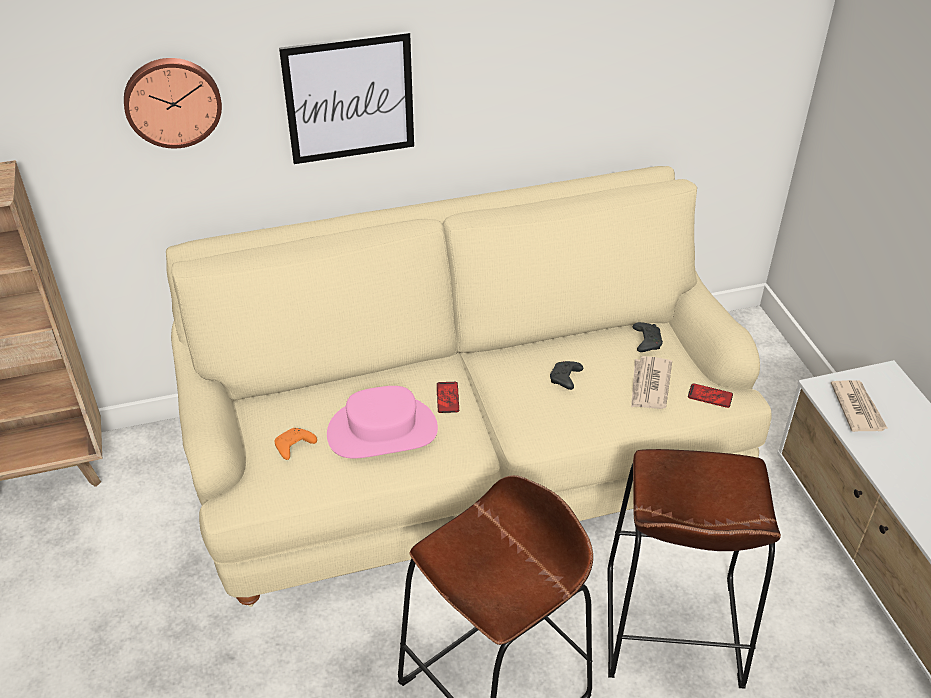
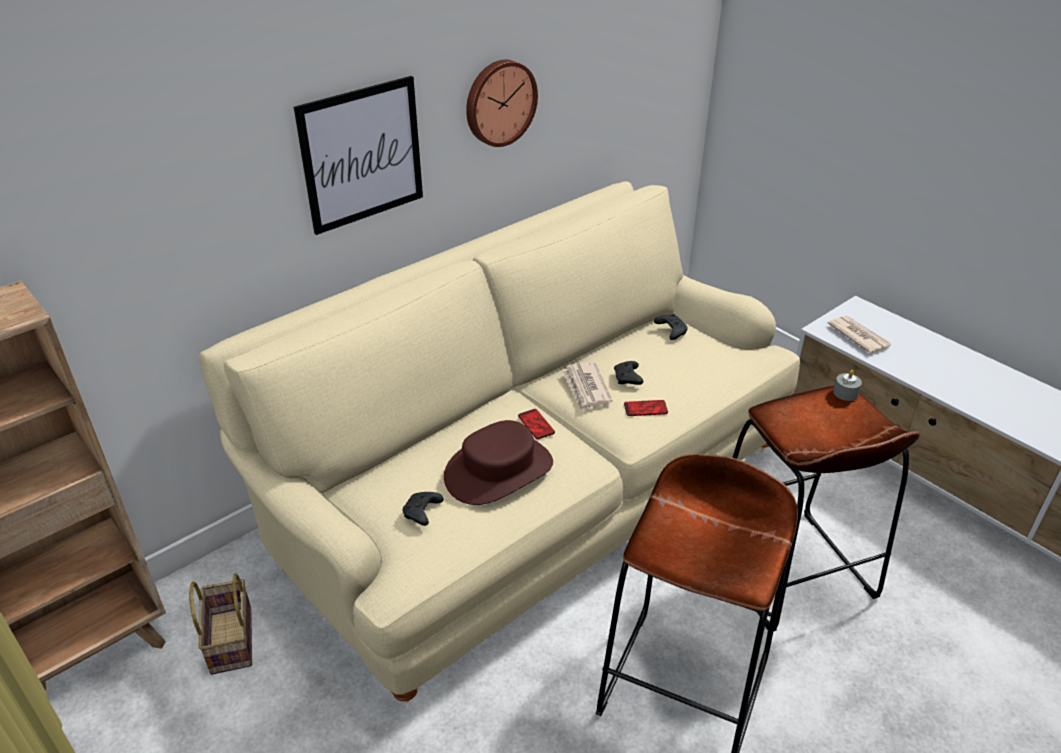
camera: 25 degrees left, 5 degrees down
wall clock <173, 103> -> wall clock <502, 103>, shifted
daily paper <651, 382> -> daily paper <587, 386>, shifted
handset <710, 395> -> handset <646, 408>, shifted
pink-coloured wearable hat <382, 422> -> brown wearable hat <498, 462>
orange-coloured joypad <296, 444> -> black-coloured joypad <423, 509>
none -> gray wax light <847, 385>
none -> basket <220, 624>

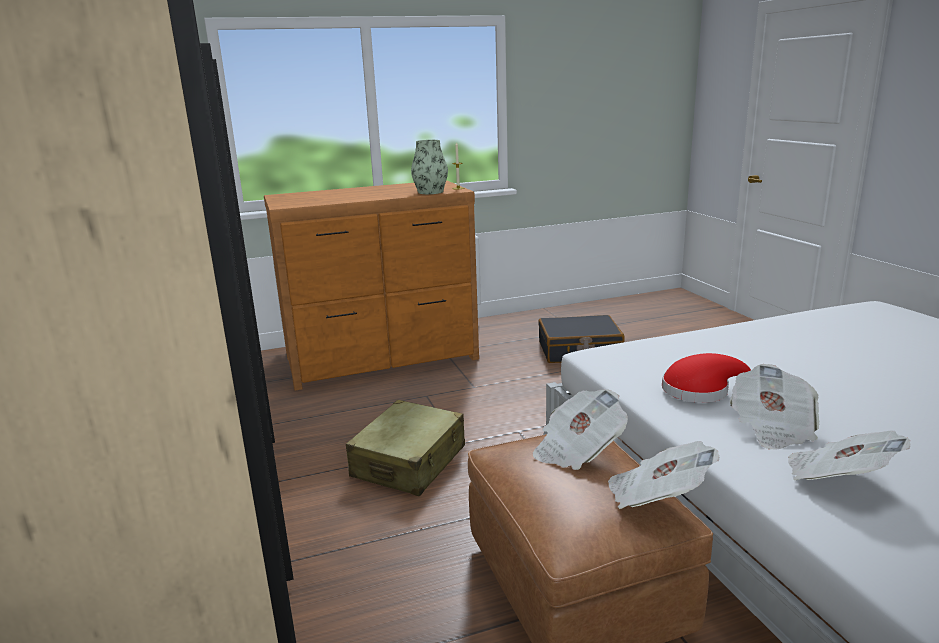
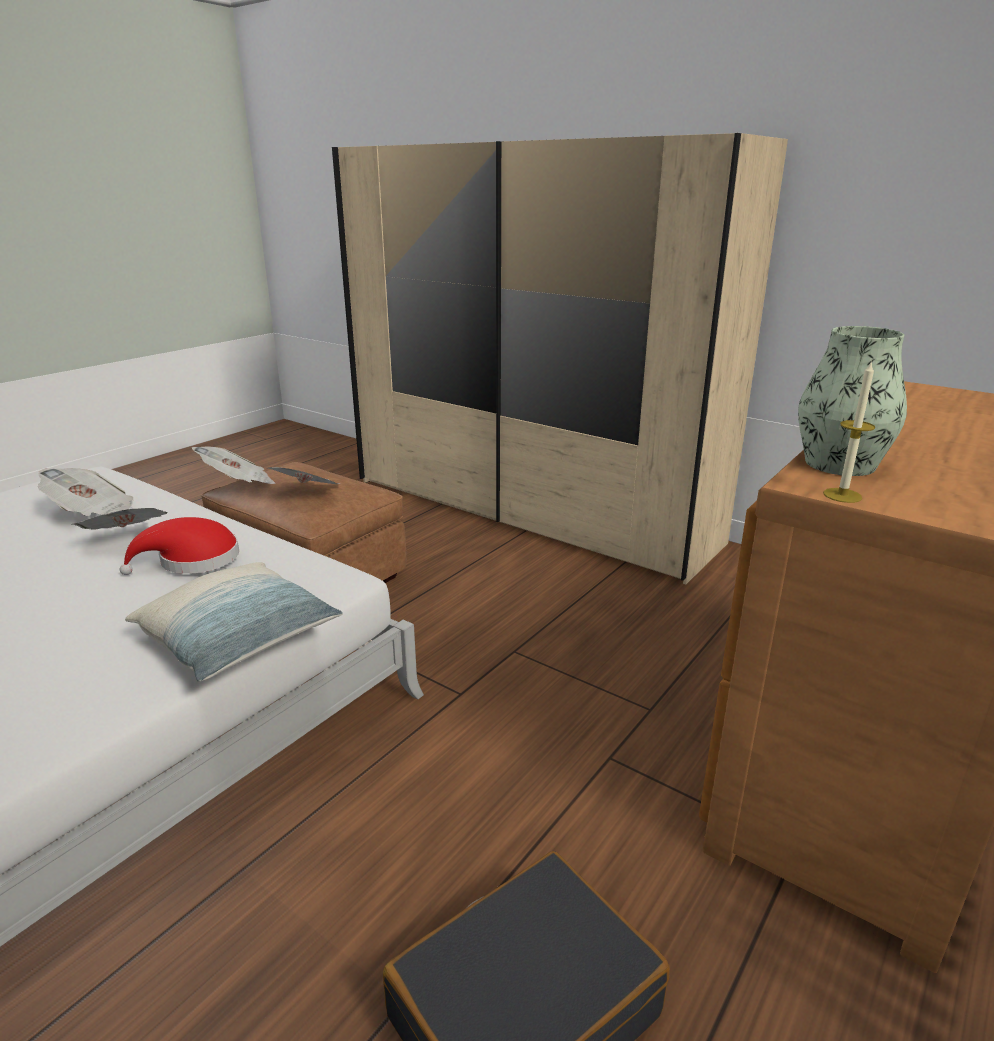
camera: 145 degrees right, 5 degrees up
sand-coloured travel case <405, 448> -> none
none -> pillow <234, 622>

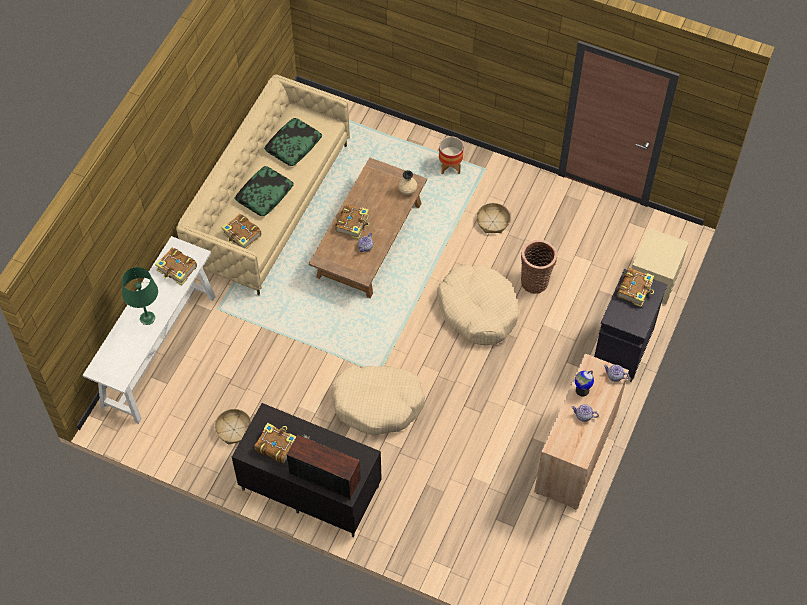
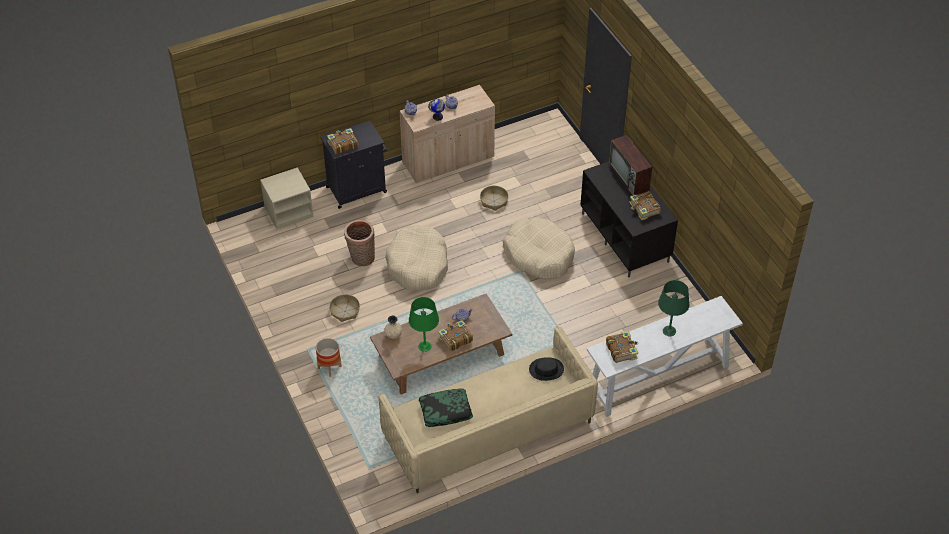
camera: 140 degrees left, 10 degrees down
pillow <264, 191> -> none
book <241, 231> -> black-coloured wearable hat <546, 369>
basket <232, 427> -> basket <494, 198>, shifted
none -> green-coloured tabletop lamp <424, 324>

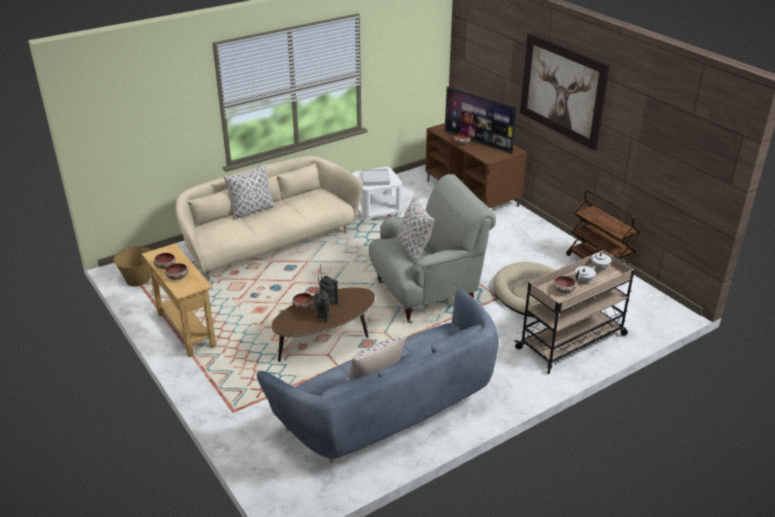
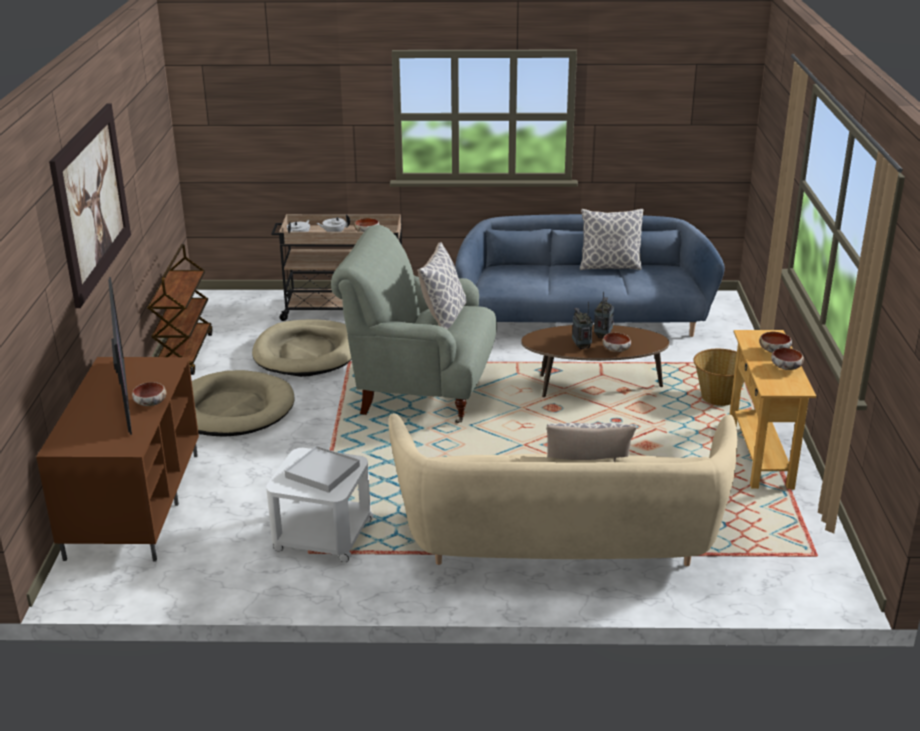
camera: 145 degrees left, 5 degrees down
basket <132, 266> -> basket <719, 377>, shifted
none -> sand-coloured pet bed <243, 403>

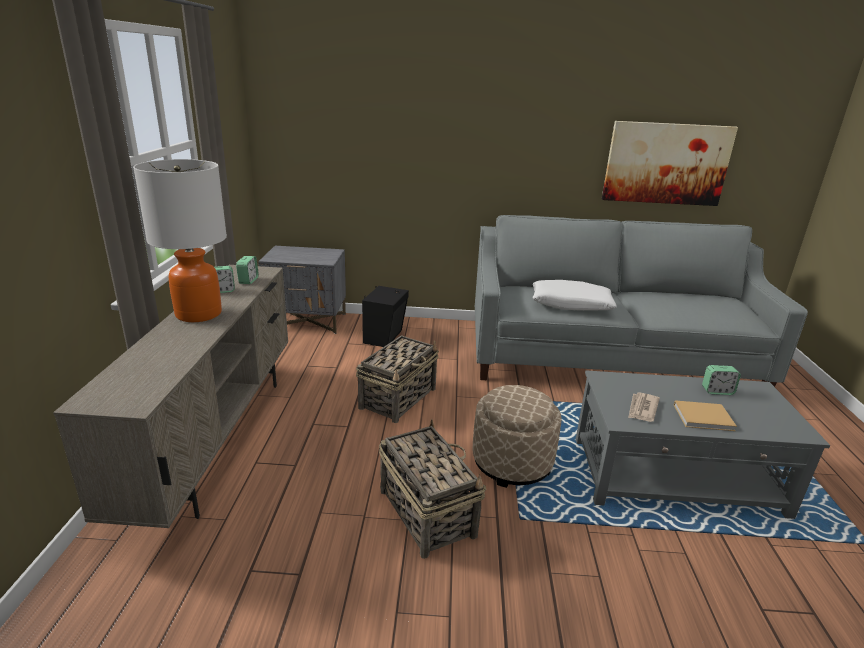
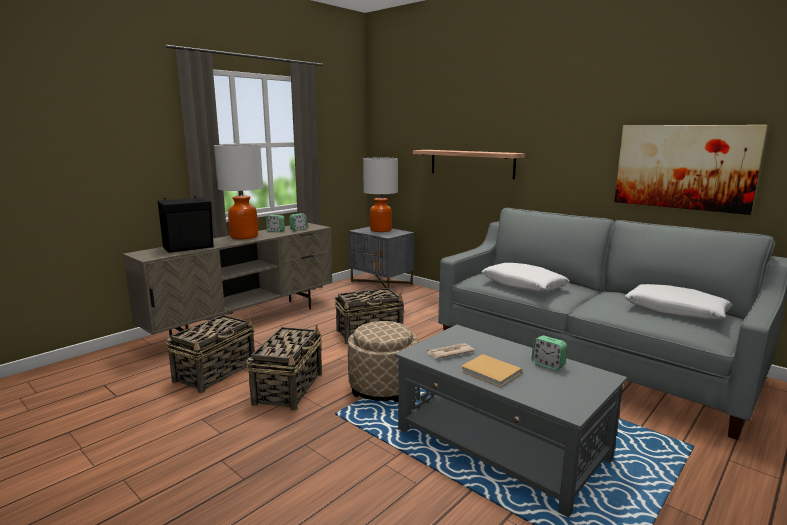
camera: 40 degrees right, 10 degrees down
black-coloured loudspeaker <385, 316> -> black-coloured loudspeaker <185, 224>, shifted
none -> wall shelf <469, 164>
none -> tabletop lamp <380, 195>
none -> whitish pillow <678, 302>
none -> basket <210, 354>

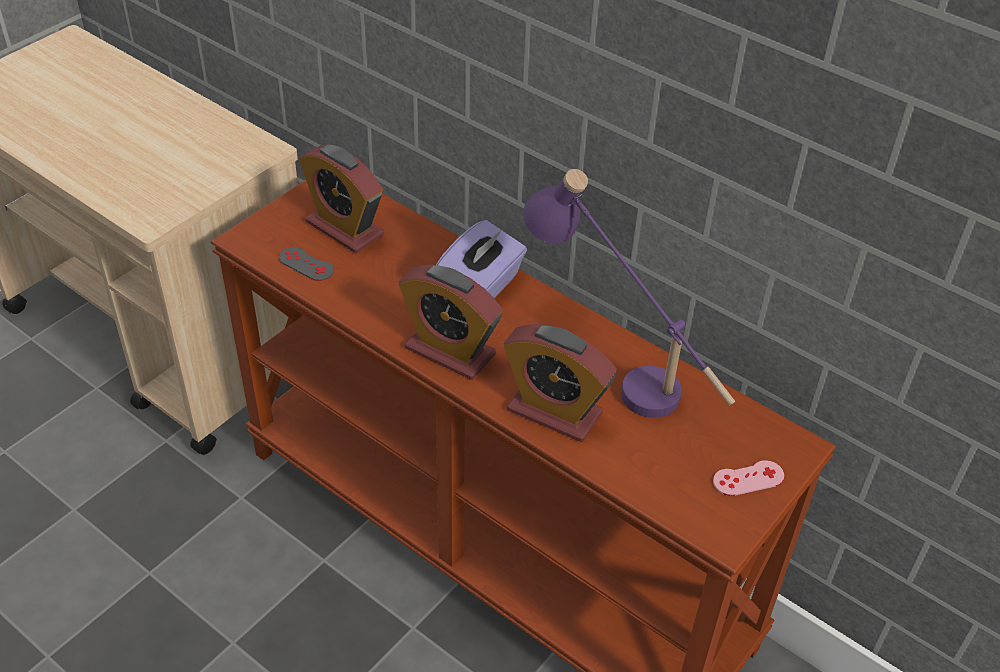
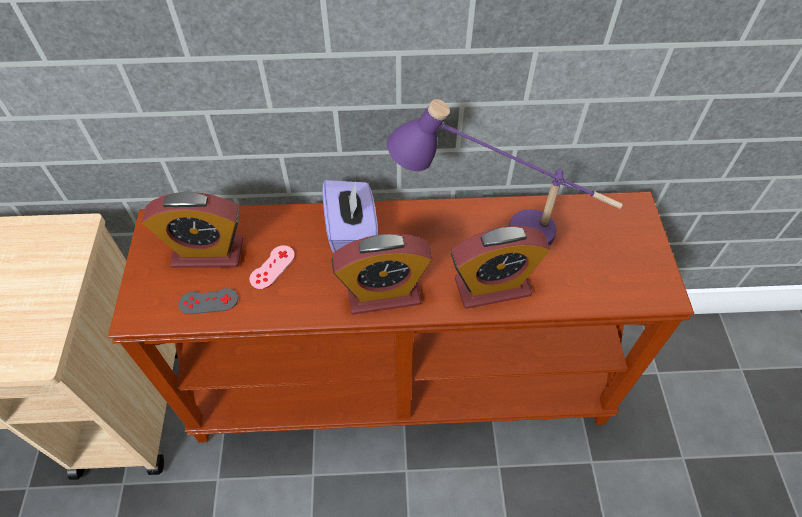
camera: 40 degrees left, 10 degrees up
pink-coloured joypad <748, 478> -> pink-coloured joypad <272, 267>, shifted

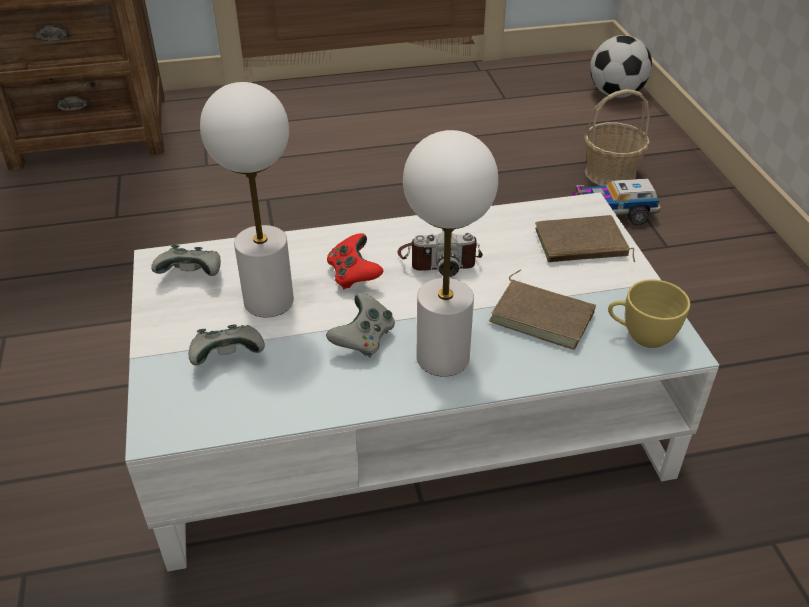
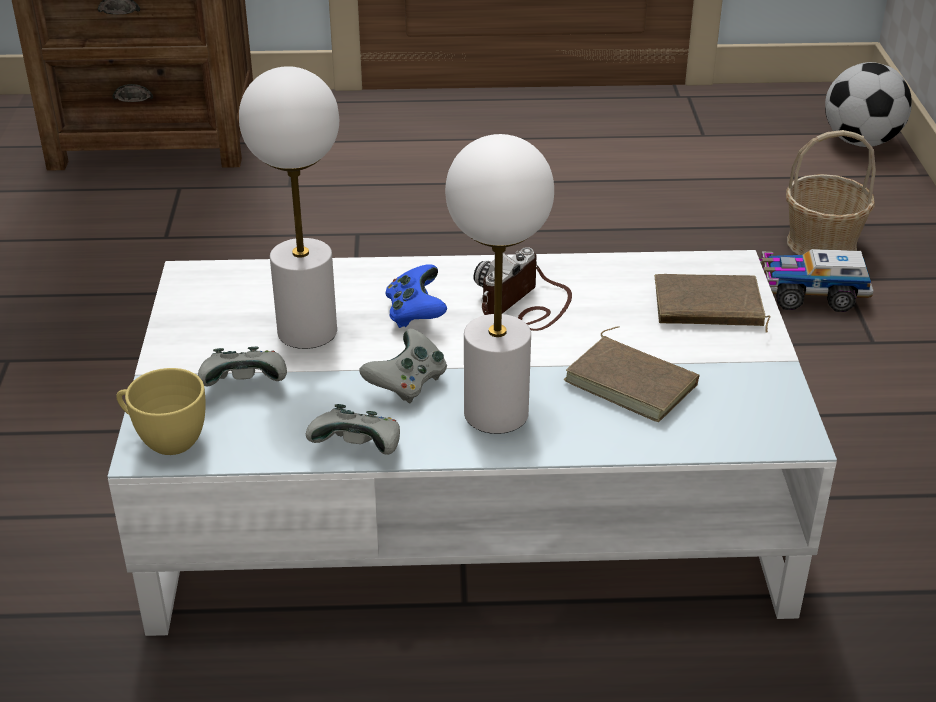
camera: 10 degrees right, 5 degrees down
photo camera <440, 254> -> photo camera <523, 289>, 120 degrees clockwise
red-coloured joypad <355, 261> -> blue joypad <416, 296>
gray joypad <186, 260> -> gray joypad <353, 429>, shifted
yellow drinking cup <649, 314> -> yellow drinking cup <161, 411>, shifted

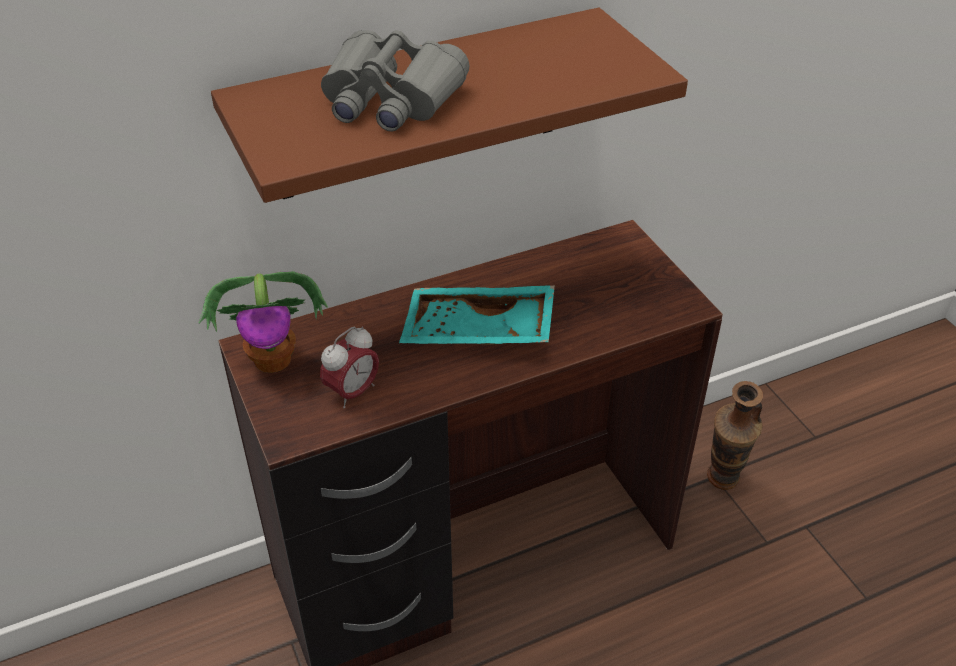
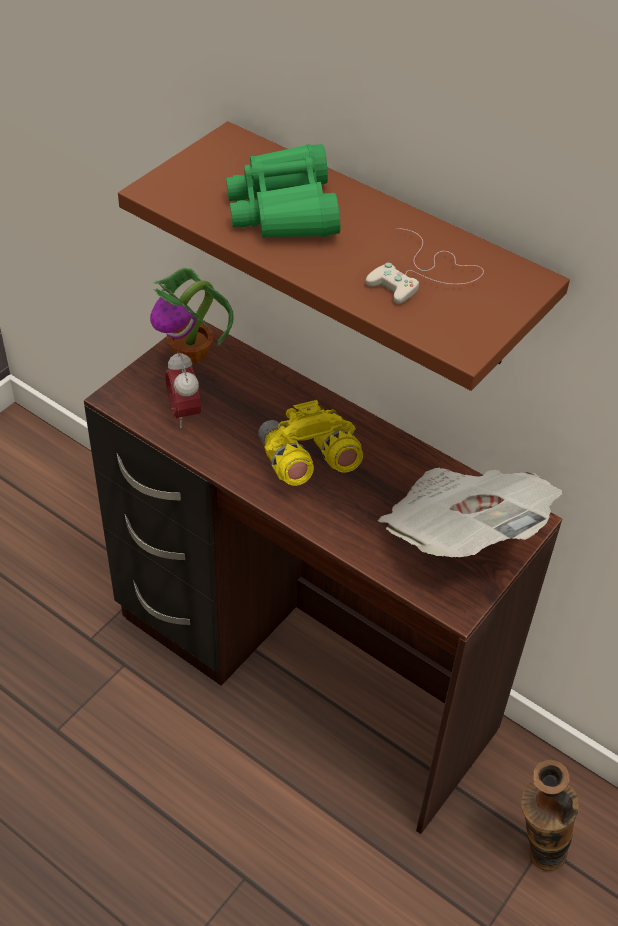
camera: 60 degrees right, 5 degrees up
gray binoculars <395, 80> -> green-coloured binoculars <283, 191>
blue-green carrying tray <477, 315> -> yellow binoculars <310, 443>
bedside clock <349, 367> -> bedside clock <183, 389>, 60 degrees clockwise
none -> whitish joypad <425, 266>
none -> daily paper <469, 512>

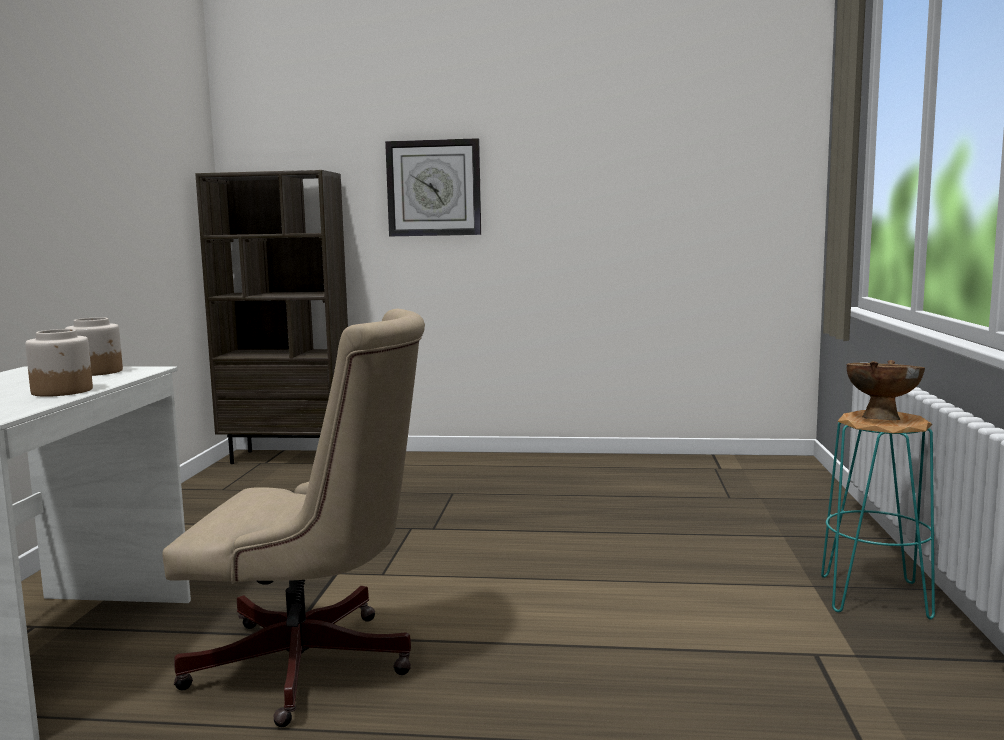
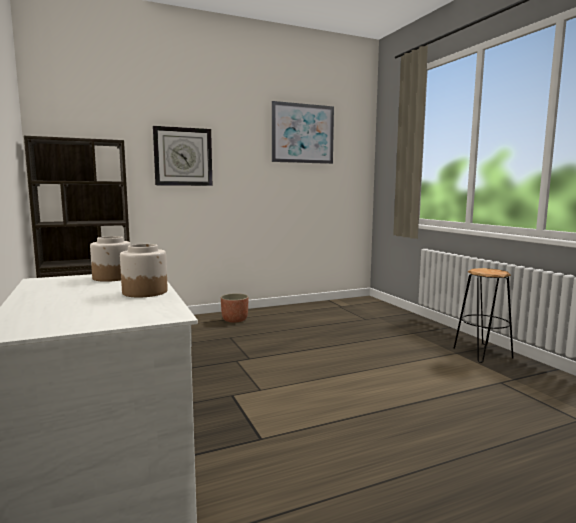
camera: 30 degrees left, 0 degrees up
sand-coloured office chair <293, 518> -> none
brown bowl <886, 390> -> none
blue-green stool <878, 515> -> black-coloured stool <484, 315>
none -> picture <303, 132>
none -> planter <234, 308>

